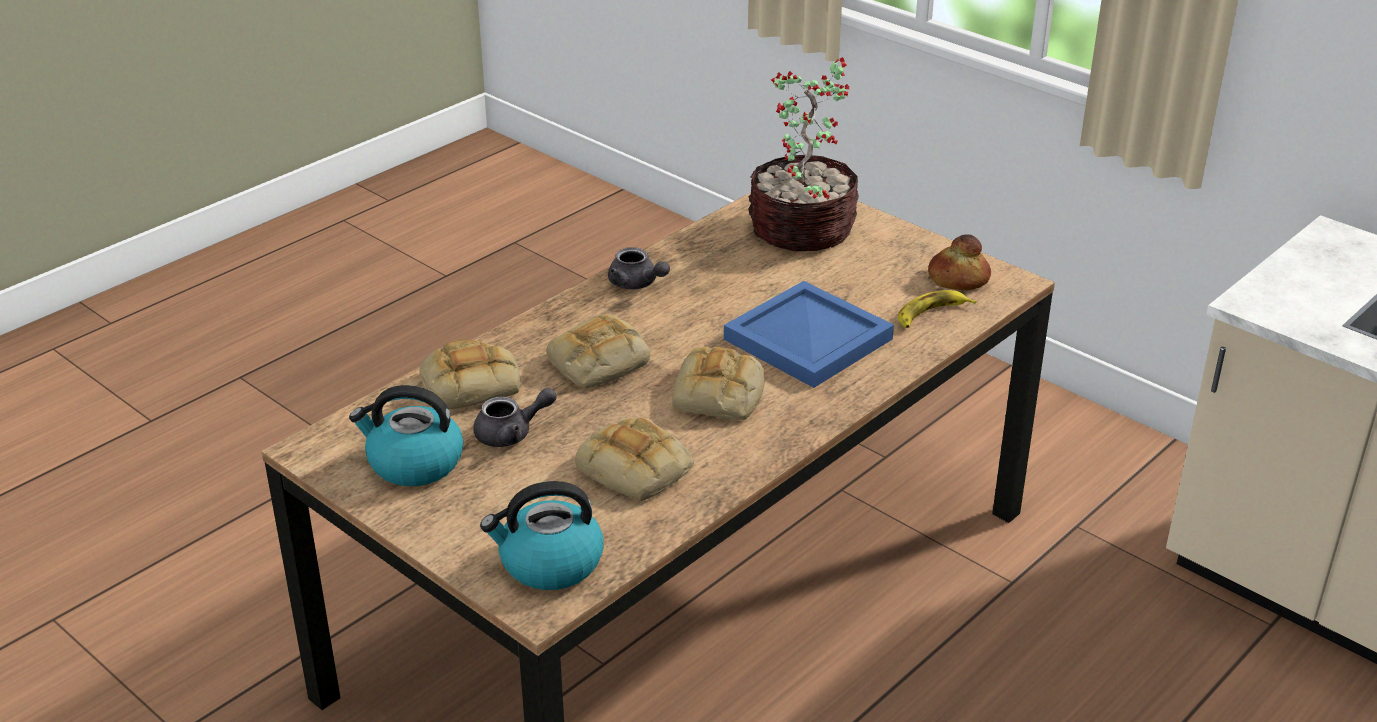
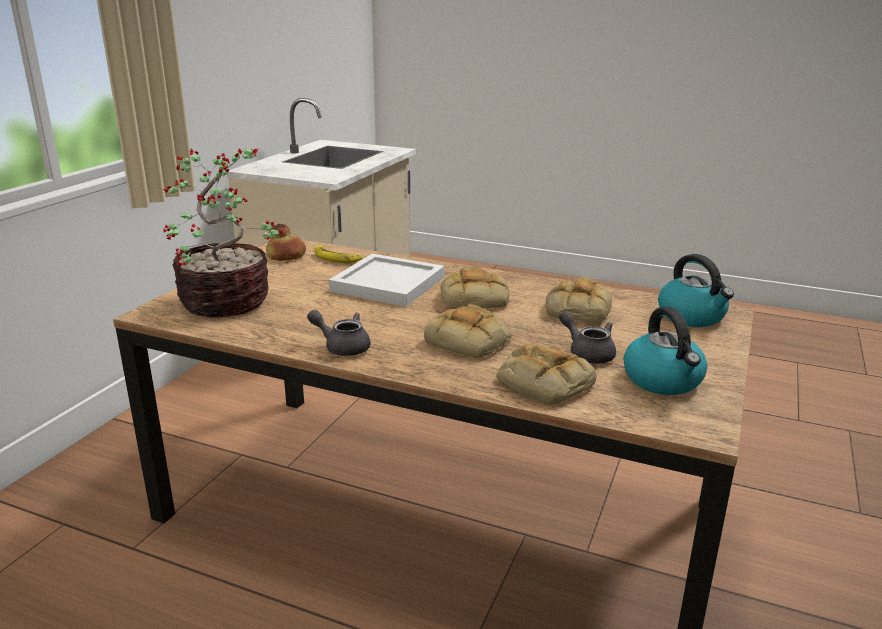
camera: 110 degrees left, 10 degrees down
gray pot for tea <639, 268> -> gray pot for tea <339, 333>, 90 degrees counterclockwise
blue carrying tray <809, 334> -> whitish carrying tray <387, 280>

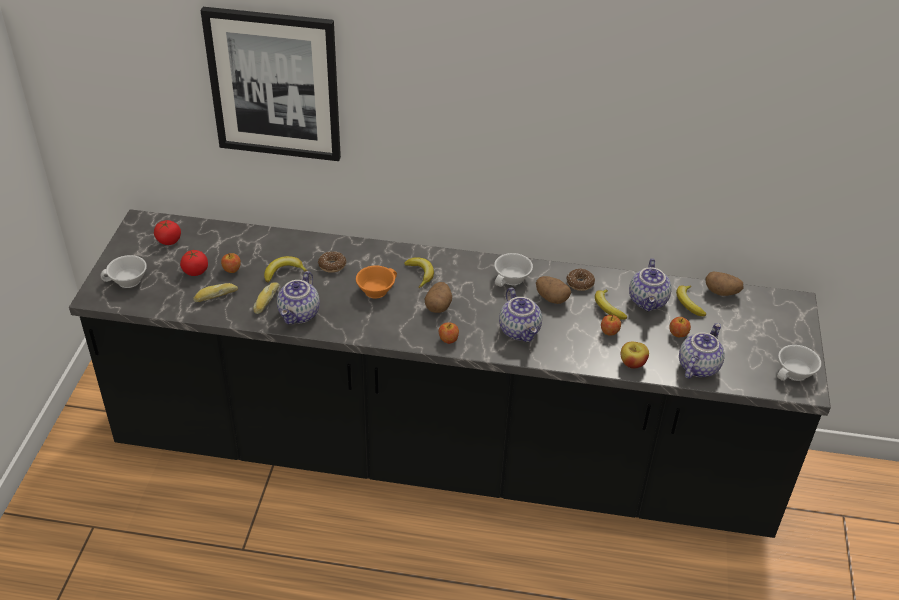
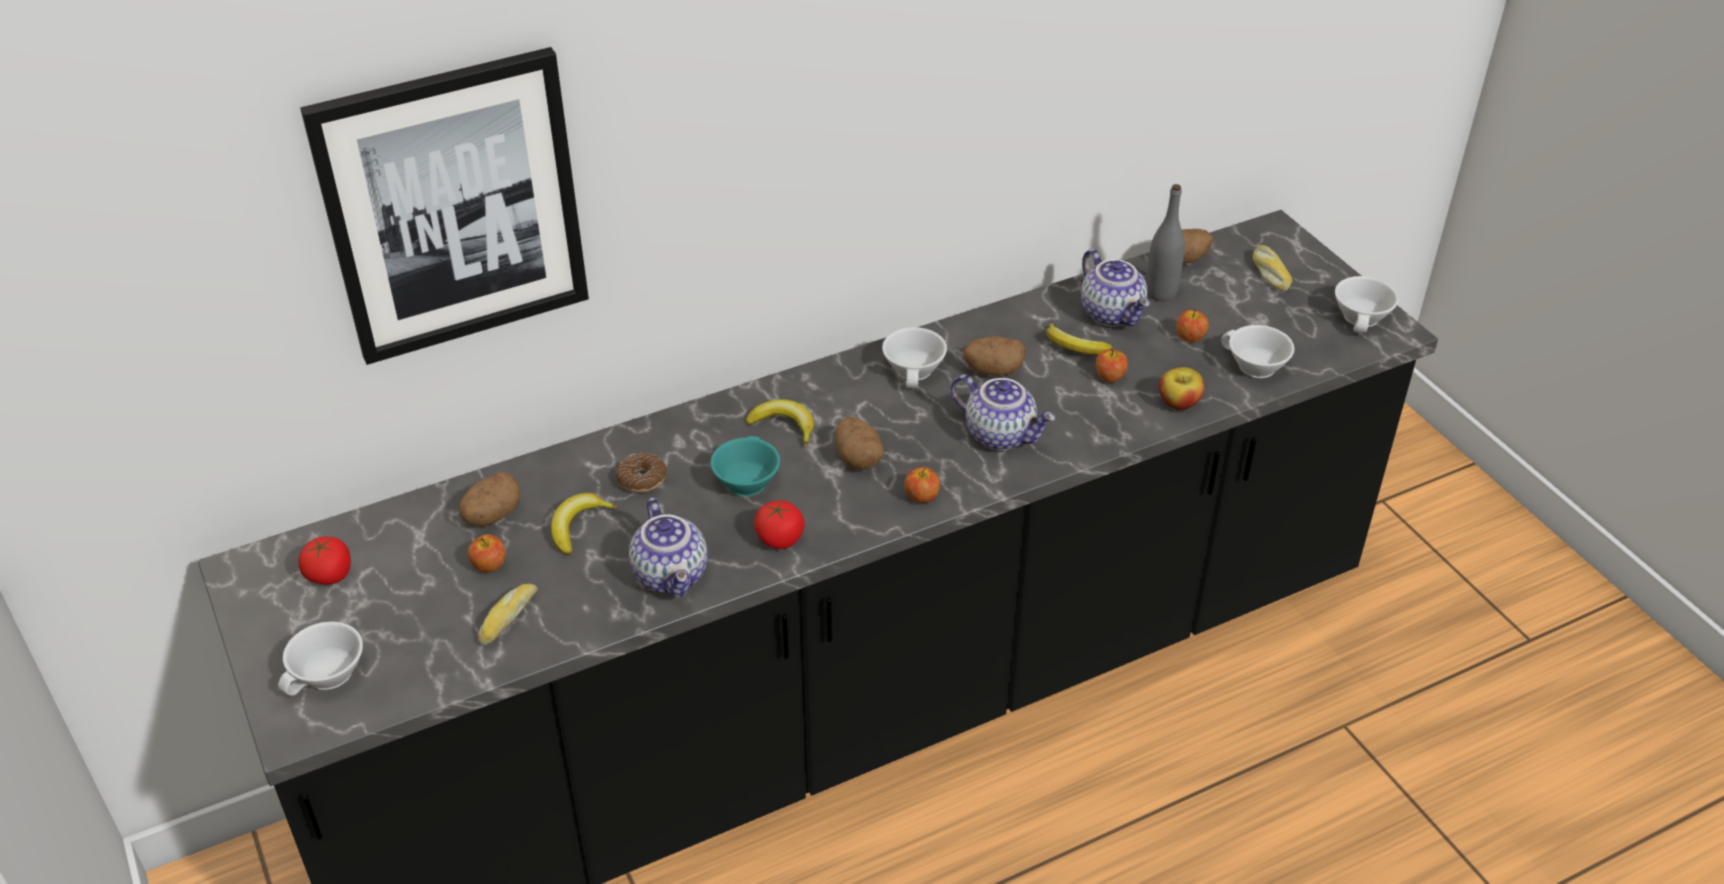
camera: 35 degrees left, 0 degrees up
fresh tomato <194, 263> -> fresh tomato <779, 524>, shifted
orange-coloured drinking cup <376, 282> -> blue-green drinking cup <745, 466>
ring doughnut <580, 280> -> none
baked bread <266, 298> -> baked bread <1272, 268>, shifted
banana fruit <691, 300> -> gray drink bottle <1165, 242>
pot for tea <702, 351> -> whitish drinking cup <1258, 351>
none -> whole potato <489, 499>

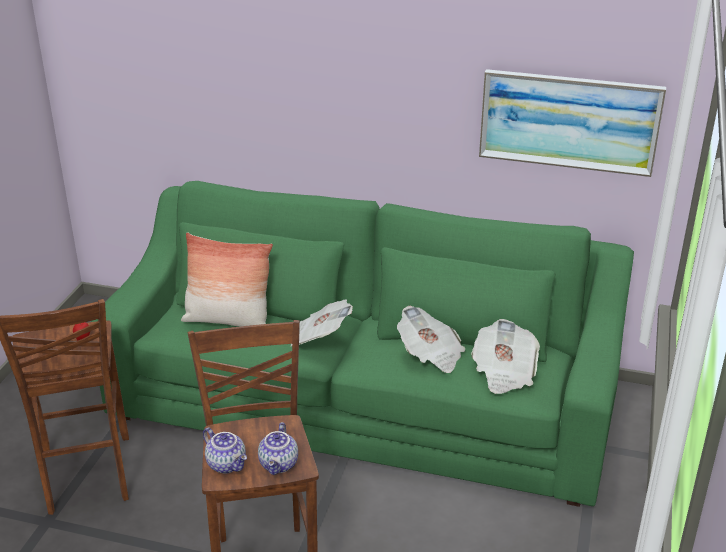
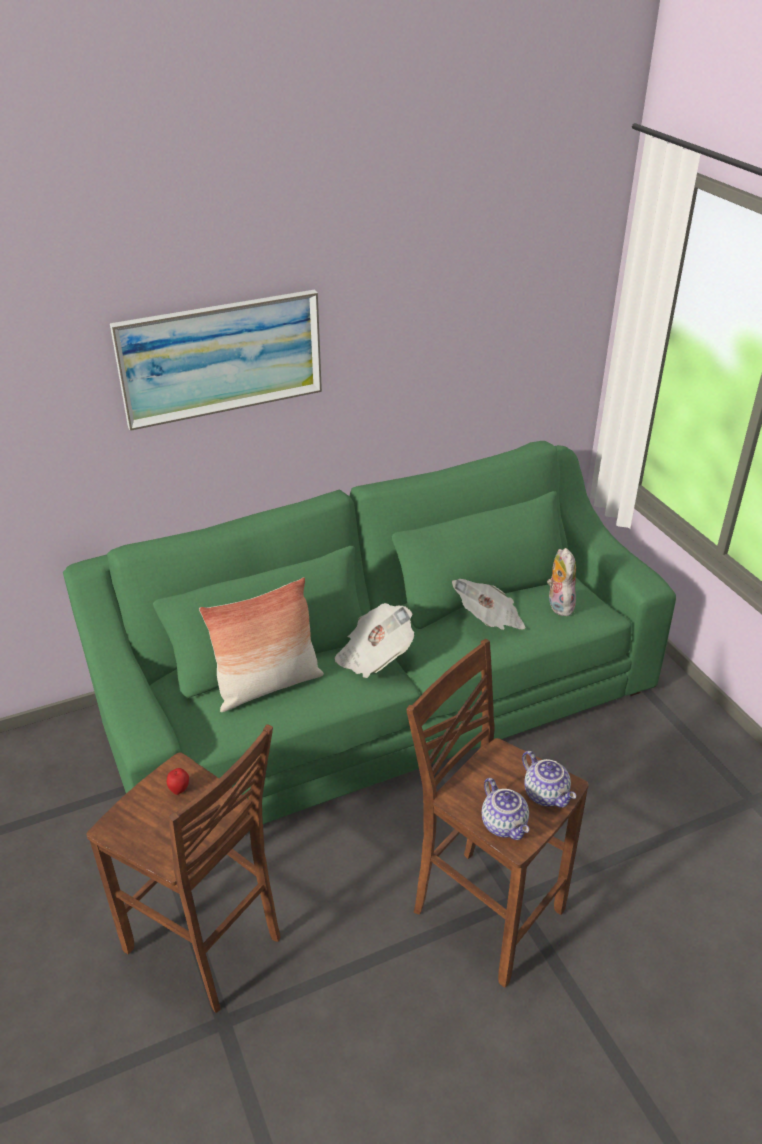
camera: 40 degrees left, 5 degrees up
picture <572, 123> -> picture <216, 360>, shifted
daily paper <505, 356> -> soft toy <561, 582>
pot for tea <225, 450> -> pot for tea <505, 809>, 60 degrees clockwise

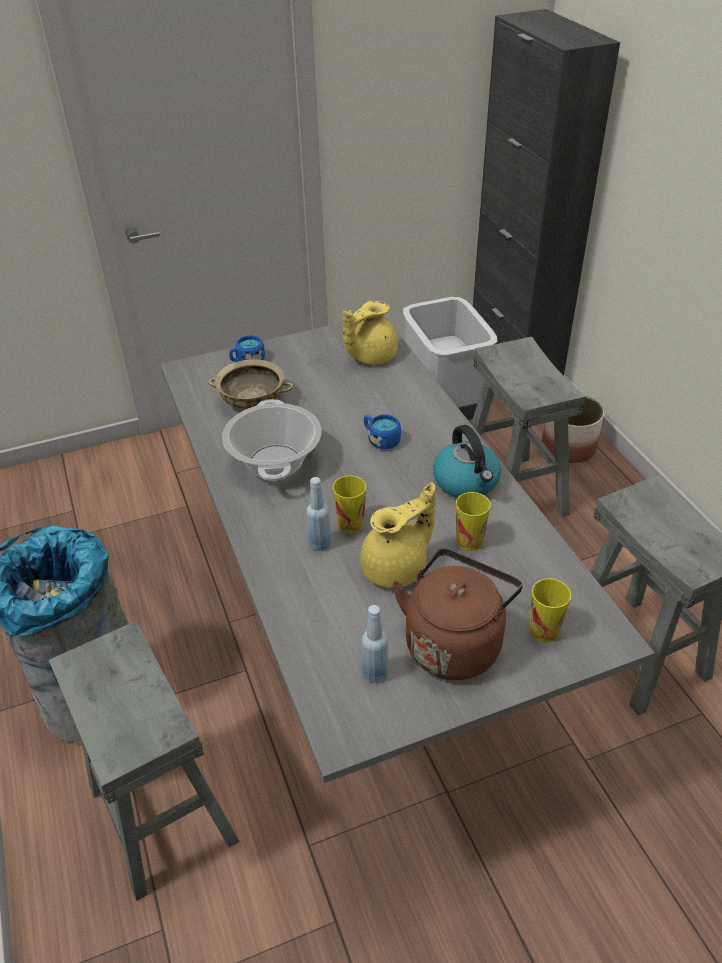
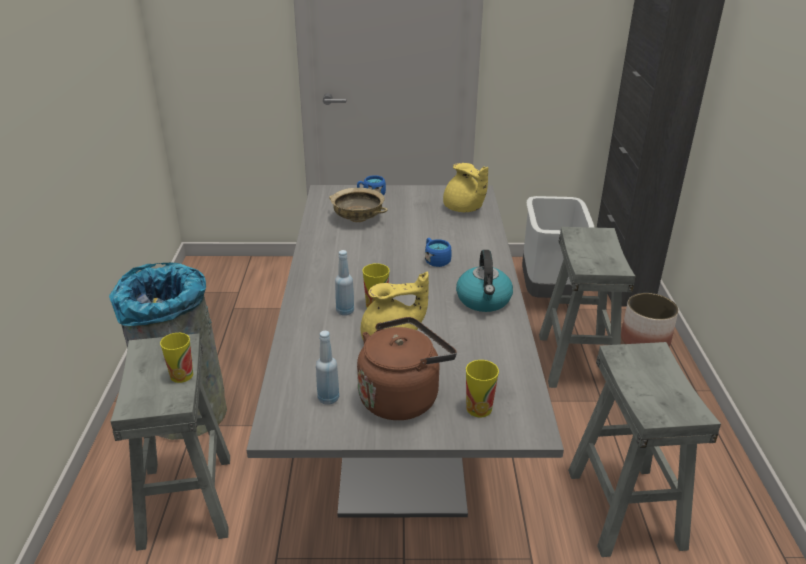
camera: 20 degrees right, 10 degrees down
yellow pot for tea <370, 333> -> yellow pot for tea <465, 187>, 105 degrees counterclockwise
cooking pot <271, 440> -> none
drinking cup <473, 521> -> drinking cup <176, 358>, shifted

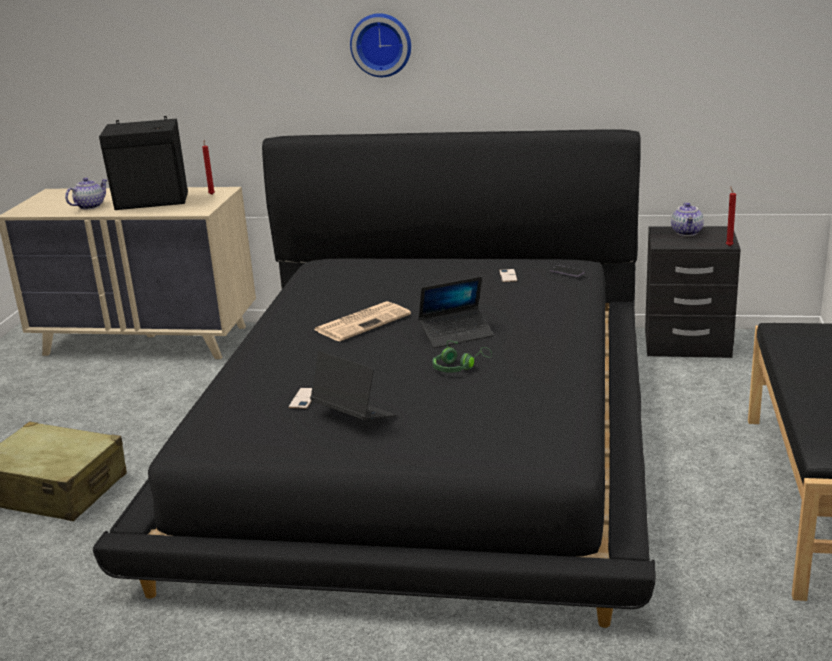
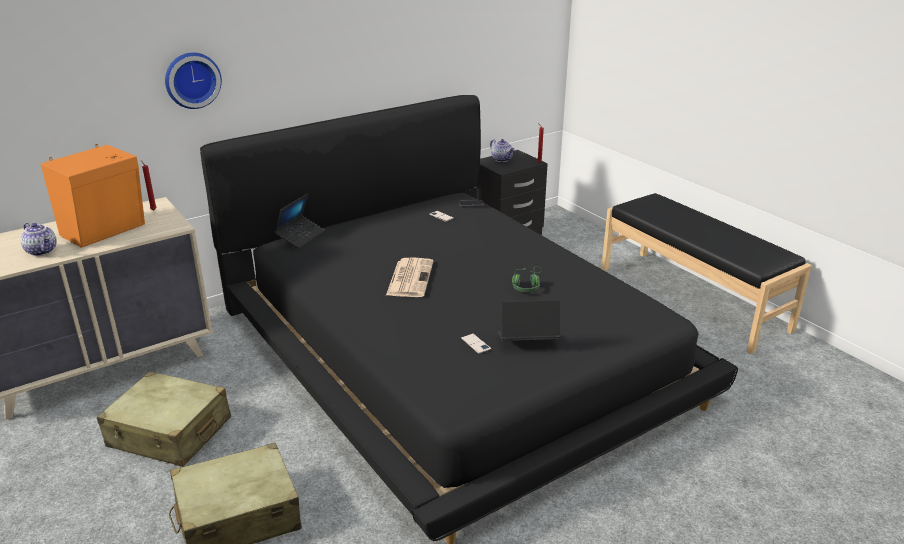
camera: 45 degrees left, 5 degrees up
wall clock <380, 45> -> wall clock <193, 81>, shifted
black-coloured loudspeaker <143, 163> -> orange-coloured loudspeaker <93, 196>
pot for tea <86, 194> -> pot for tea <38, 239>, 135 degrees clockwise
portable computer <455, 312> -> portable computer <300, 220>, shifted
none -> sand-coloured travel case <164, 419>

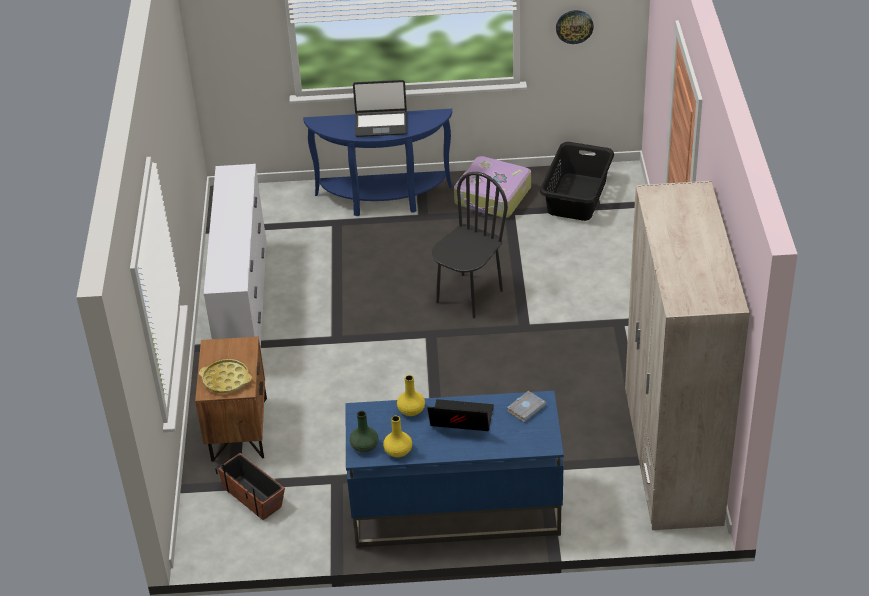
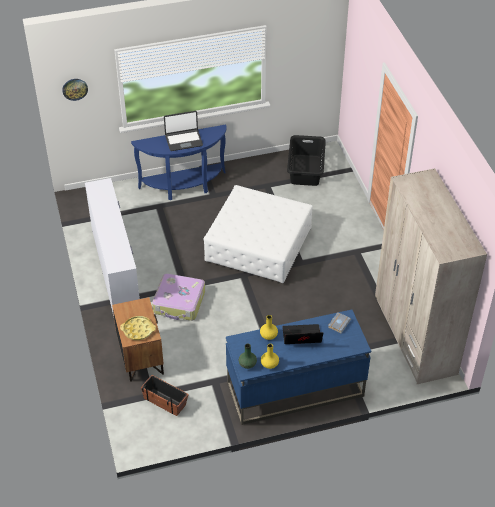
camera: 15 degrees left, 5 degrees up
wall clock <575, 27> -> wall clock <75, 90>, shifted
travel case <492, 187> -> travel case <178, 297>, shifted
black-coloured upright chair <470, 245> -> whitish footrest <258, 234>

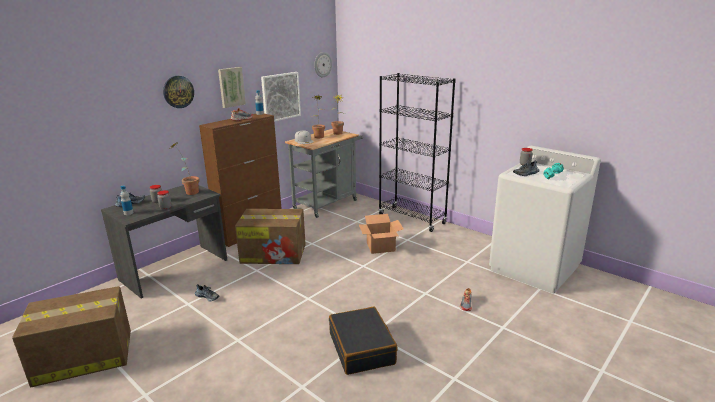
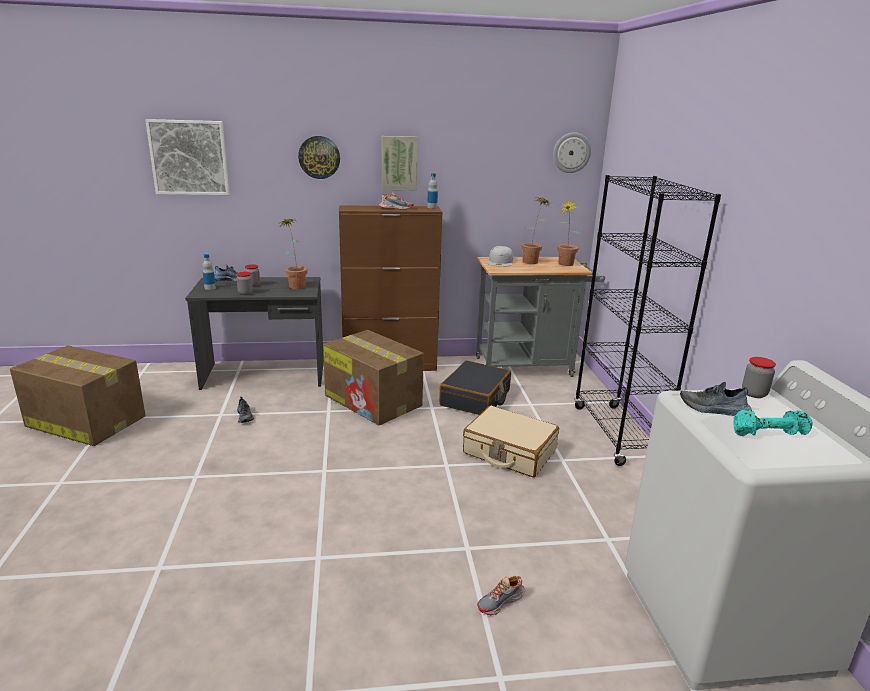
camera: 40 degrees right, 0 degrees up
picture <281, 97> -> picture <187, 157>, shifted
cardboard box <381, 234> -> sand-coloured travel case <511, 441>
black-coloured travel case <363, 341> -> black-coloured travel case <475, 388>, shifted

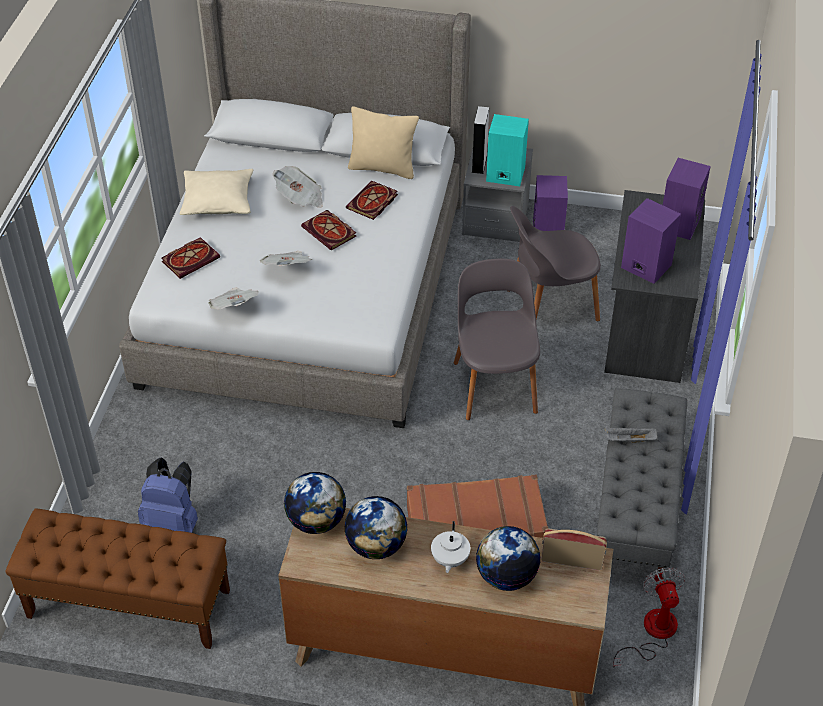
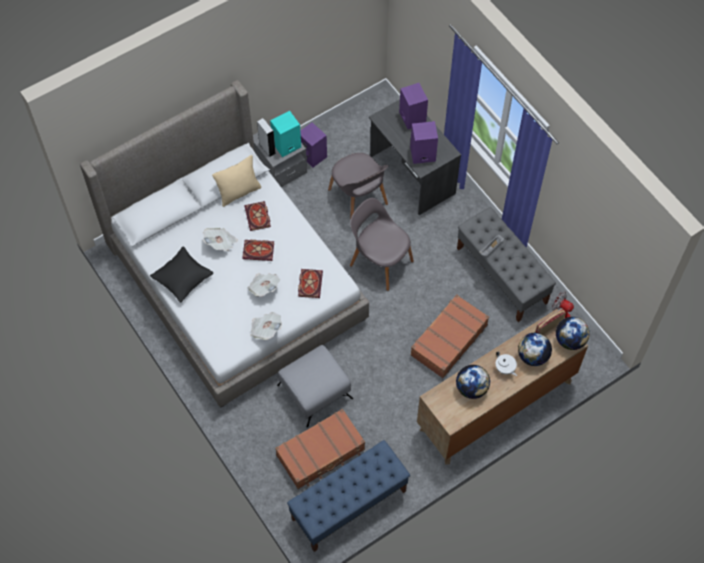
camera: 45 degrees left, 15 degrees up
sand-coloured pillow <216, 192> -> black-coloured pillow <181, 274>
gray upright chair <554, 263> -> gray upright chair <358, 186>, 60 degrees counterclockwise
book <190, 258> -> book <310, 283>, shifted
blue rucksack <168, 495> -> brown travel case <320, 449>
globe <315, 503> -> globe <573, 333>, shifted
brown bench <117, 578> -> blue bench <348, 496>
none -> gray footrest <315, 386>

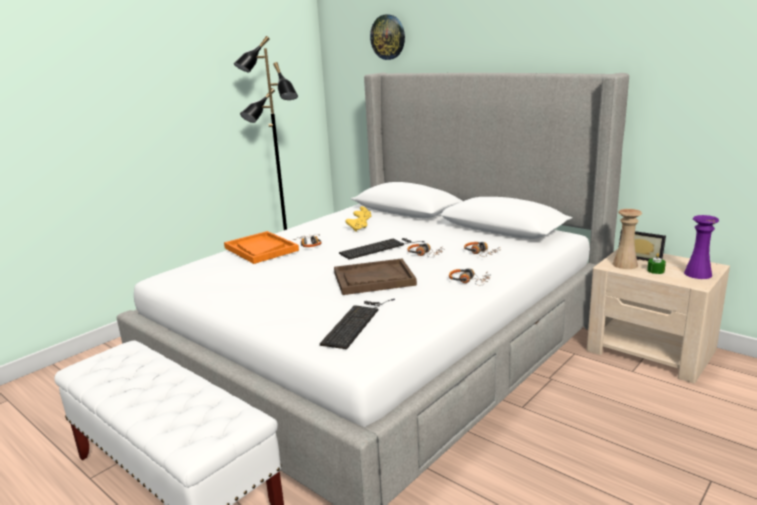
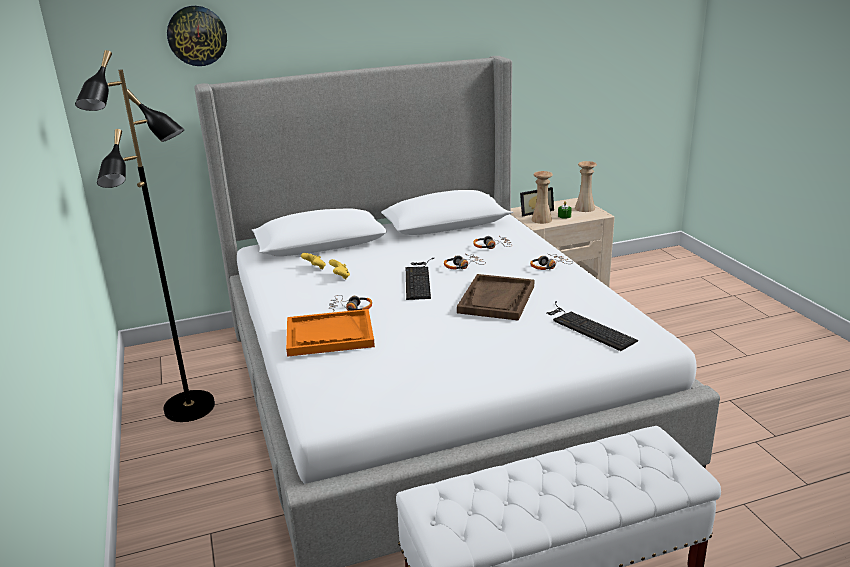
camera: 60 degrees left, 5 degrees up
purplish decorative vase <701, 247> -> sand-coloured decorative vase <586, 186>

